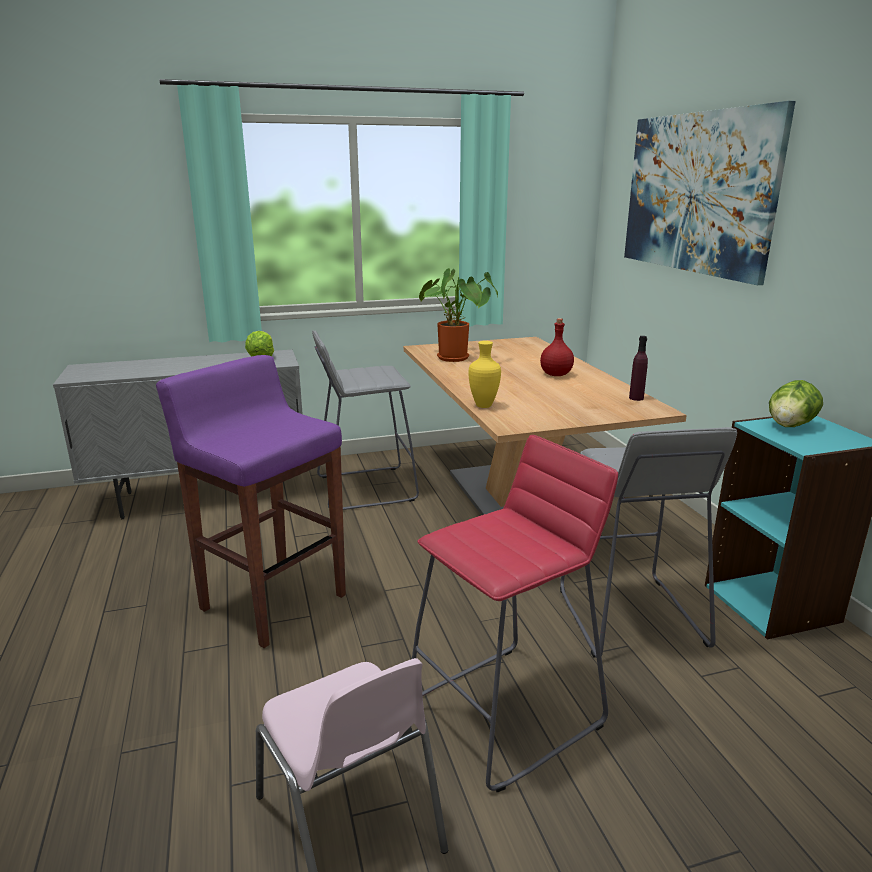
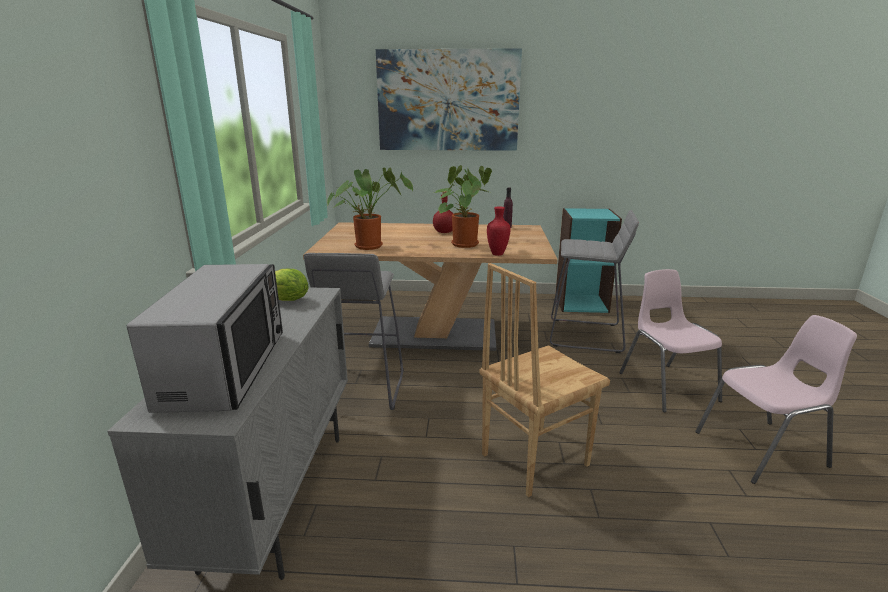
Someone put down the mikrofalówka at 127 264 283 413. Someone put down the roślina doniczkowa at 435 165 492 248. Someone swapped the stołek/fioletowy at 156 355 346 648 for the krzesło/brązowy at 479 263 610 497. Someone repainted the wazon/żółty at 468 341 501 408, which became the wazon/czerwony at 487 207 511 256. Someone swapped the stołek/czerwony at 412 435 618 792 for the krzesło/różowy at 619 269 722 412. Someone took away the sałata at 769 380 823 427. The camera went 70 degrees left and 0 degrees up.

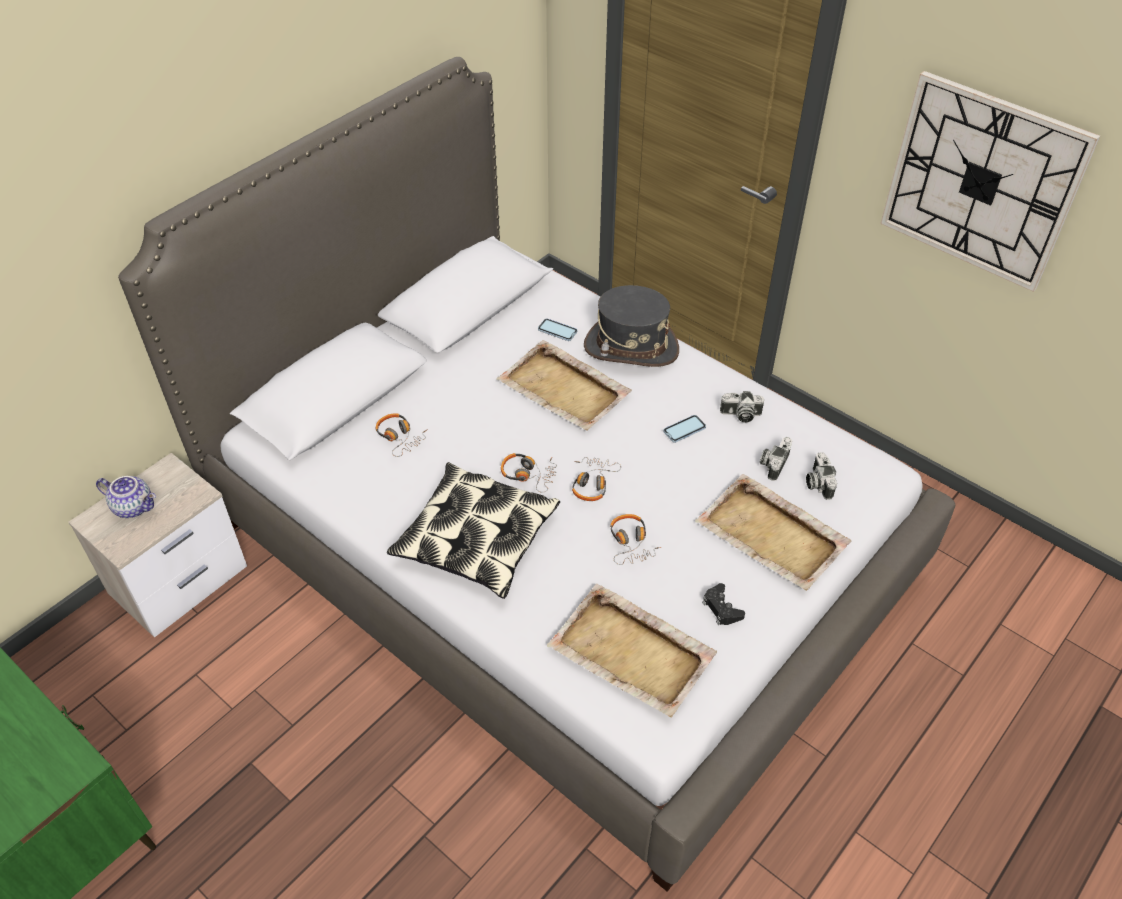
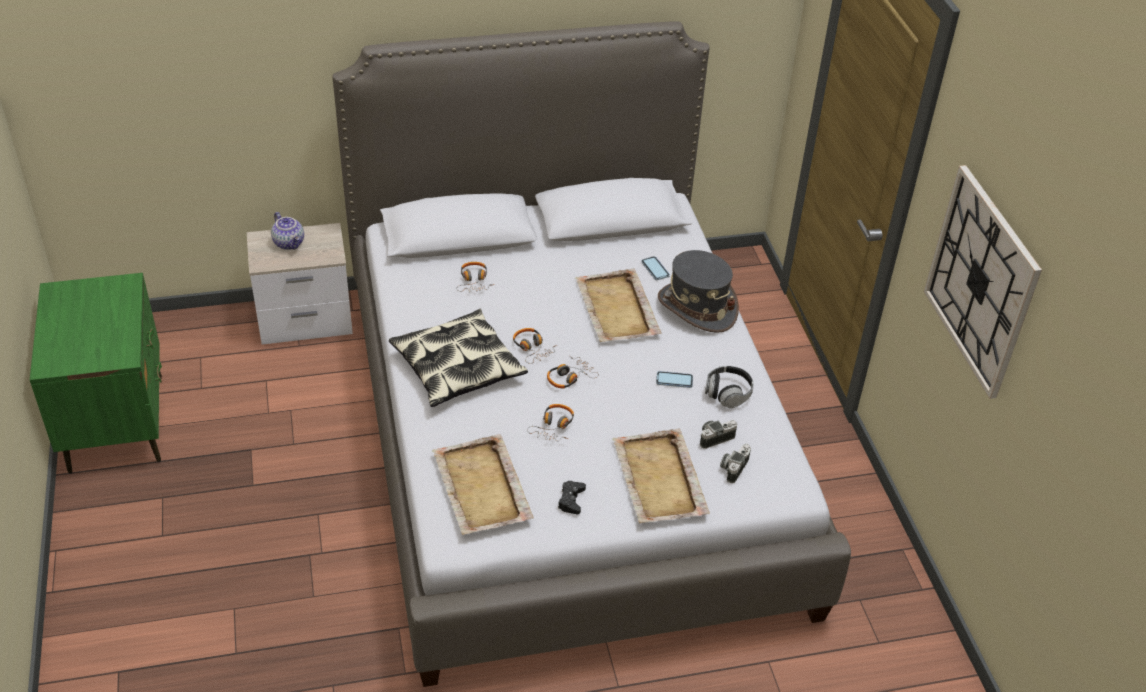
Someone swapped the aparat fotograficzny at 720 391 764 423 for the słuchawki at 705 366 754 408. The camera went 35 degrees right and 5 degrees down.

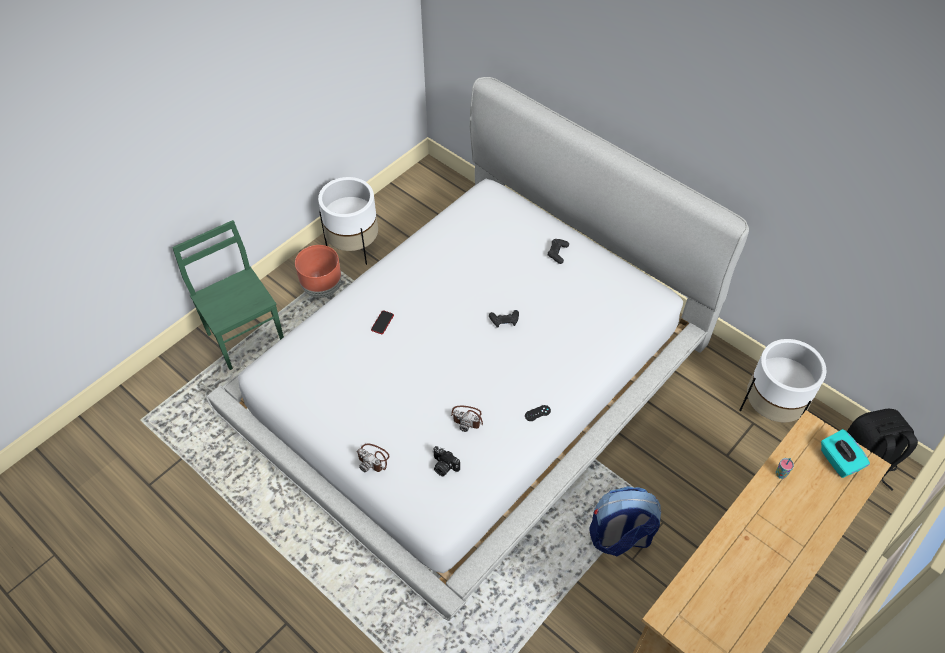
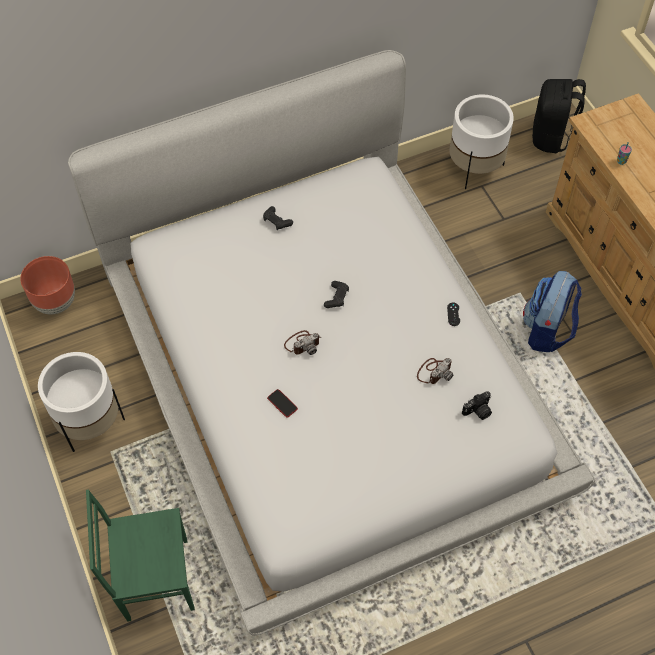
Someone carried the donica/brązowy from 295 245 341 298 to 20 256 75 314. Someone carried the aparat fotograficzny from 356 444 389 472 to 284 330 321 355. Someone took away the pudełko chusteczek/turkusowy at 821 429 870 478. The camera went 65 degrees left and 5 degrees up.

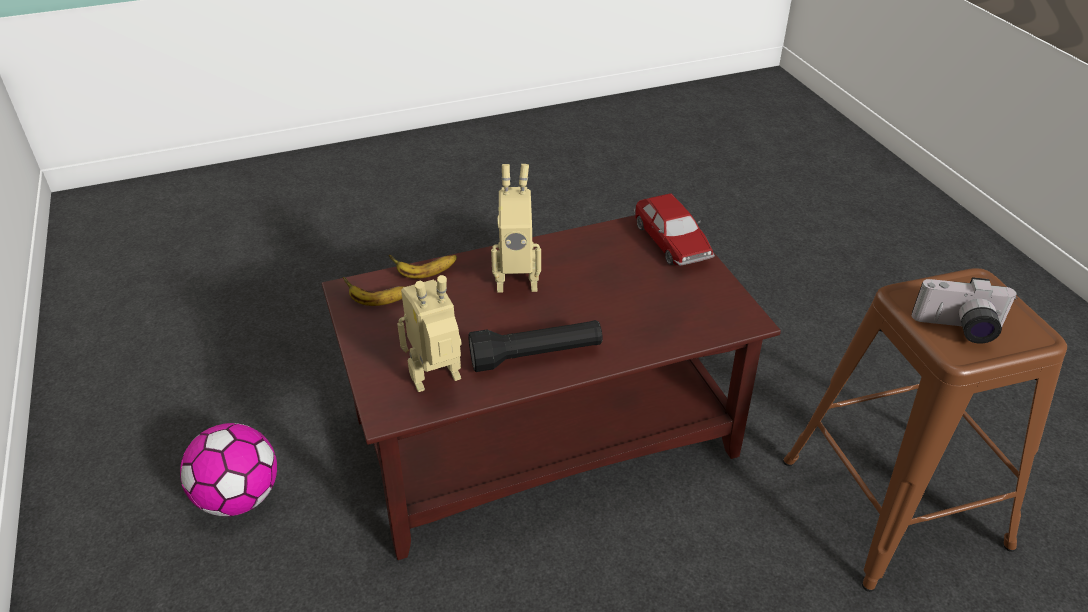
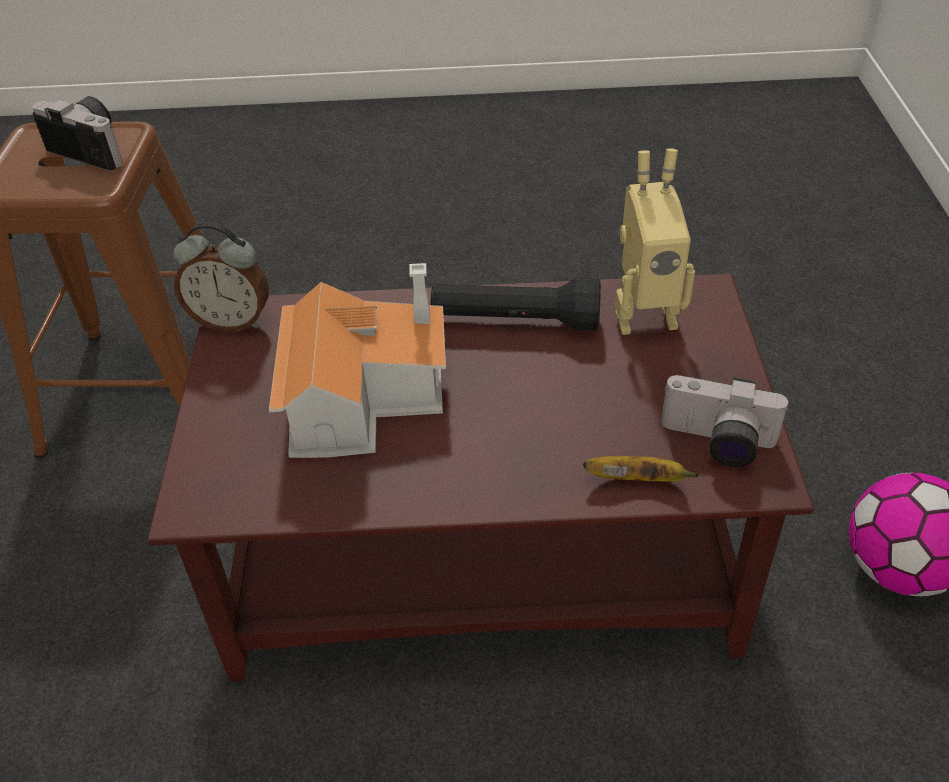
Someone put down the budzik at 173 222 269 332. Someone put down the domek at 269 263 446 458. Someone swapped the banan at 343 277 407 306 for the aparat fotograficzny at 661 375 789 467. Someone took away the robot zabawkowy at 491 164 541 293. Someone took away the samochodzik at 633 193 715 266. The camera went 160 degrees left and 5 degrees up.

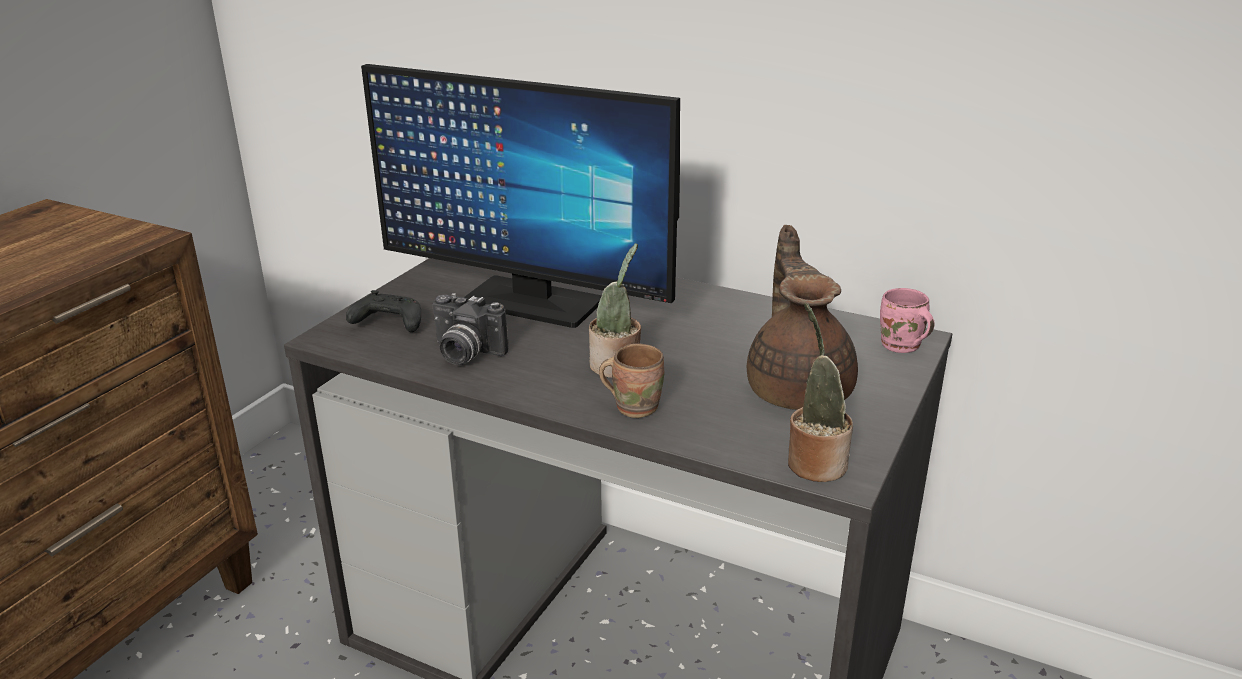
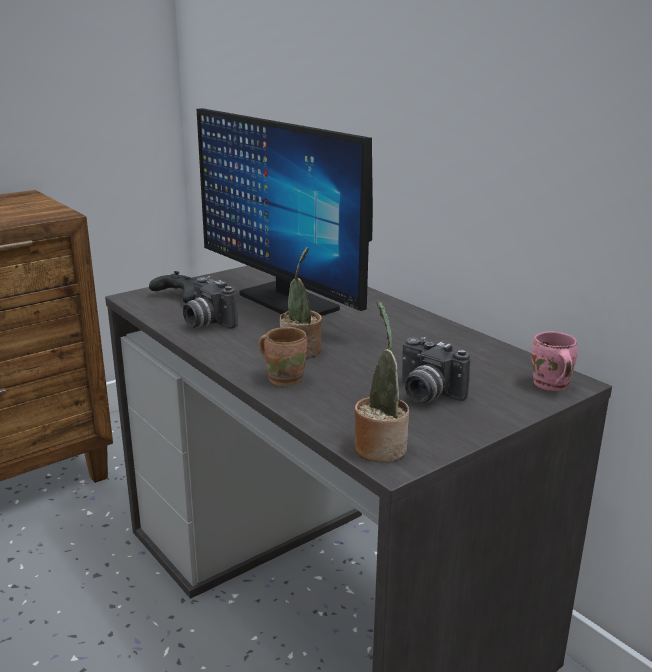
Someone swapped the imbryk/brązowy at 747 225 858 410 for the aparat fotograficzny at 402 337 470 403. The camera went 25 degrees right and 5 degrees down.

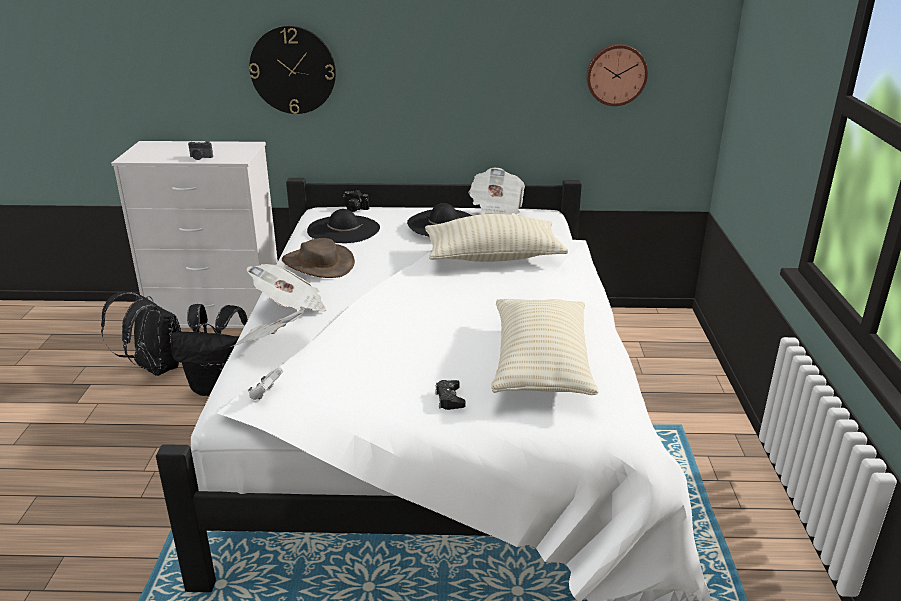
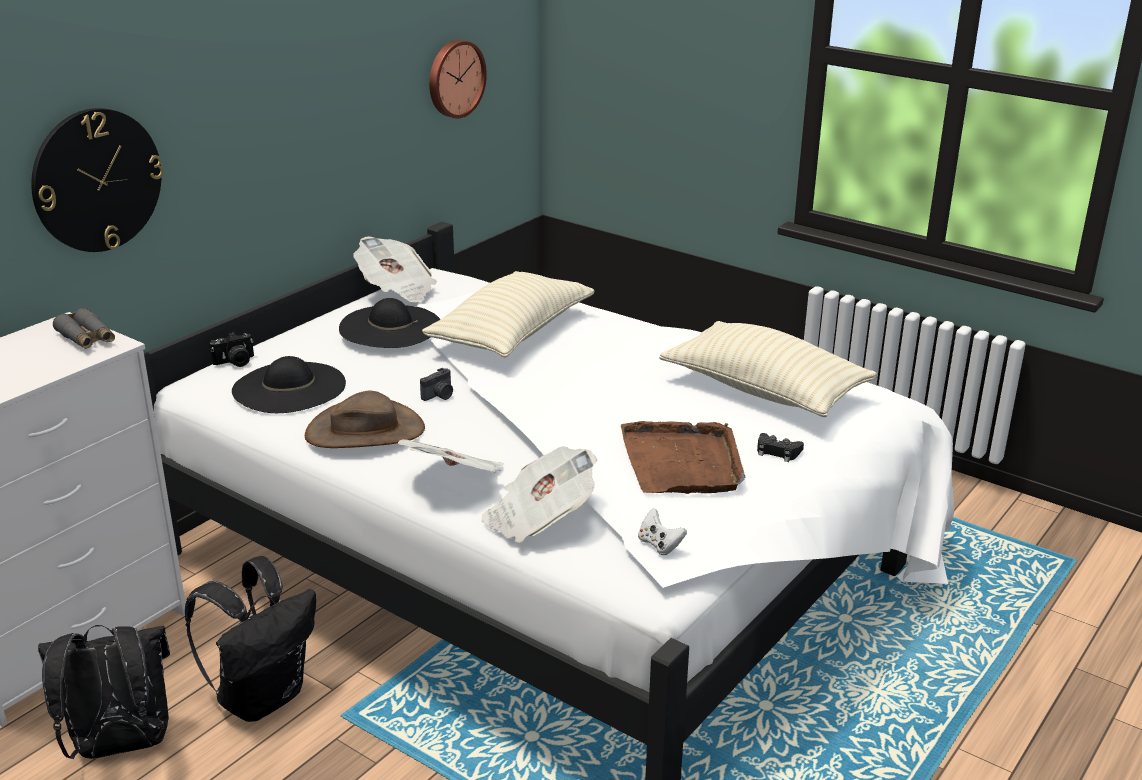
Someone put down the lornetka/szary at 53 308 115 349. Someone carried the aparat fotograficzny from 188 141 213 160 to 420 368 453 401. Someone put down the taca/brązowy at 621 421 745 494. The camera went 55 degrees left and 0 degrees up.

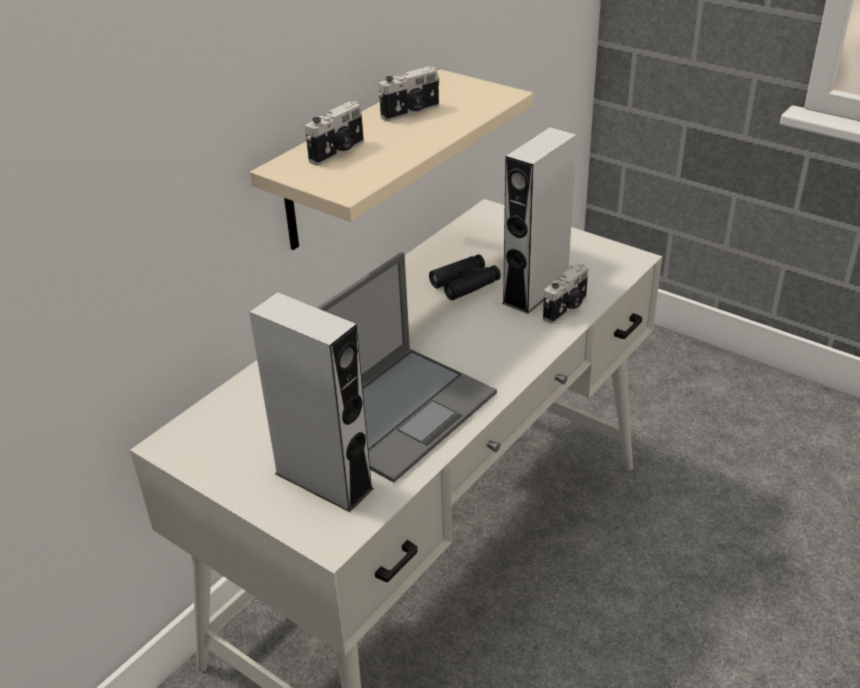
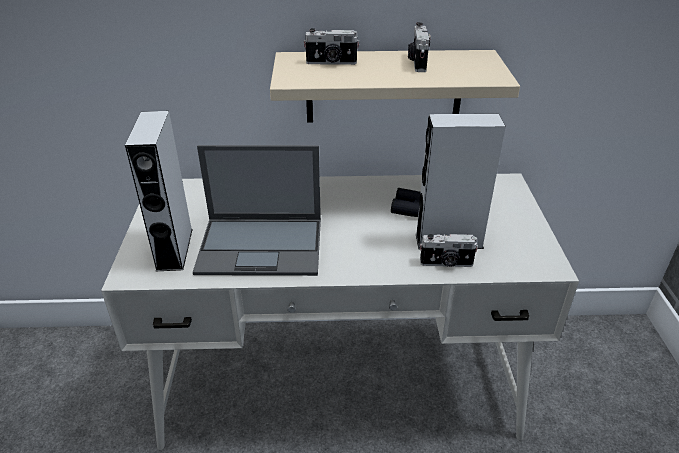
Someone rotated the aparat fotograficzny at 378 66 439 122 by 75 degrees clockwise. The camera went 50 degrees right and 0 degrees up.

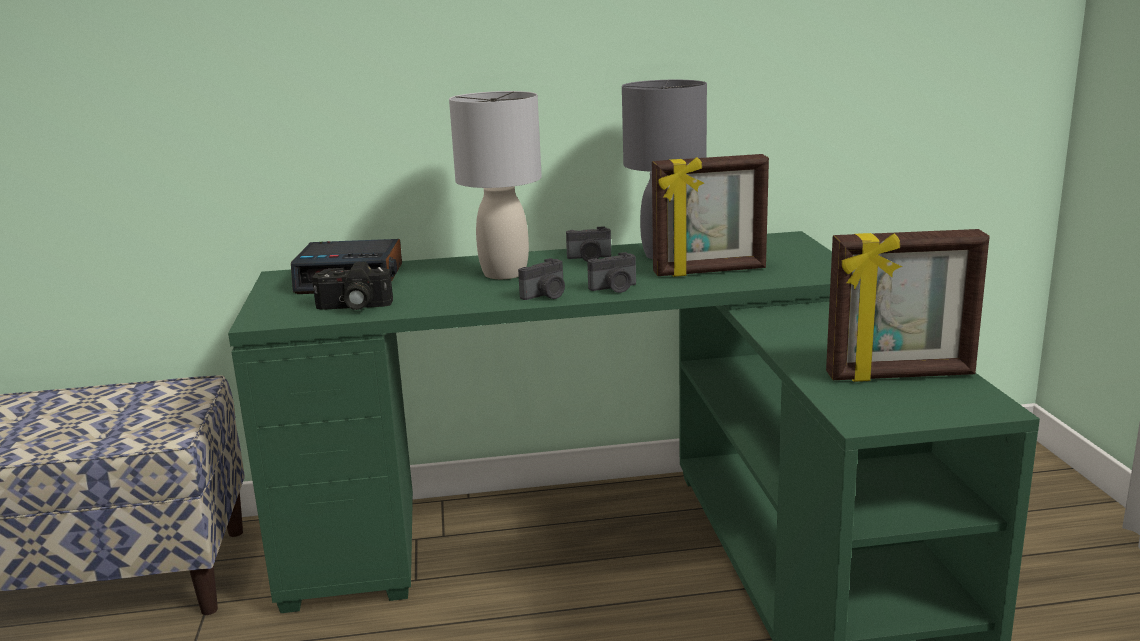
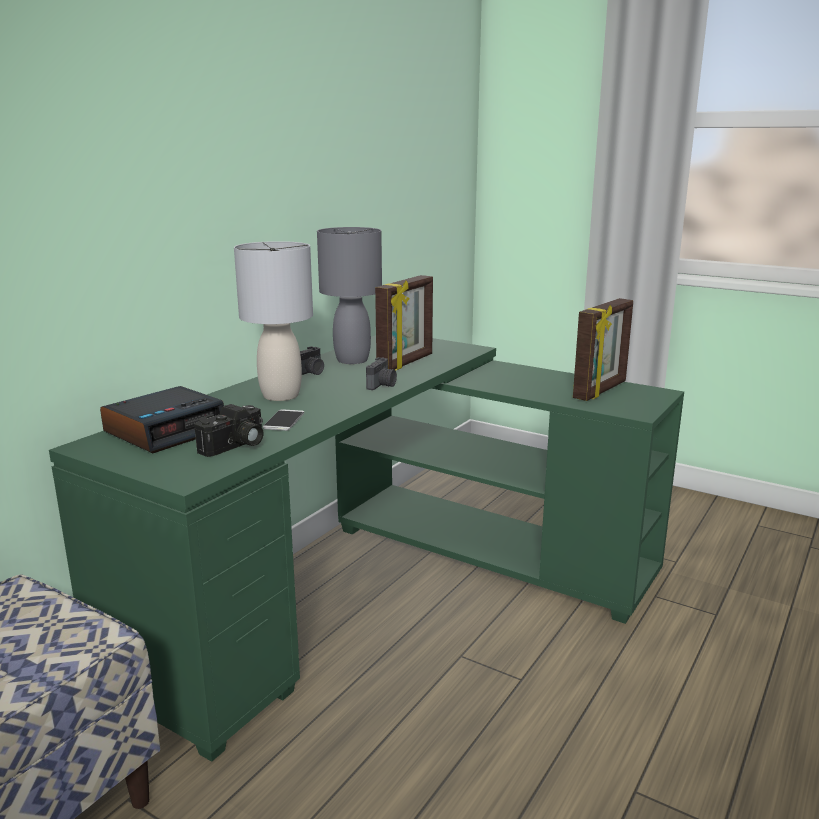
Someone put down the telefon at 263 409 304 431. Someone took away the aparat fotograficzny at 518 258 565 300. The camera went 50 degrees left and 0 degrees up.

